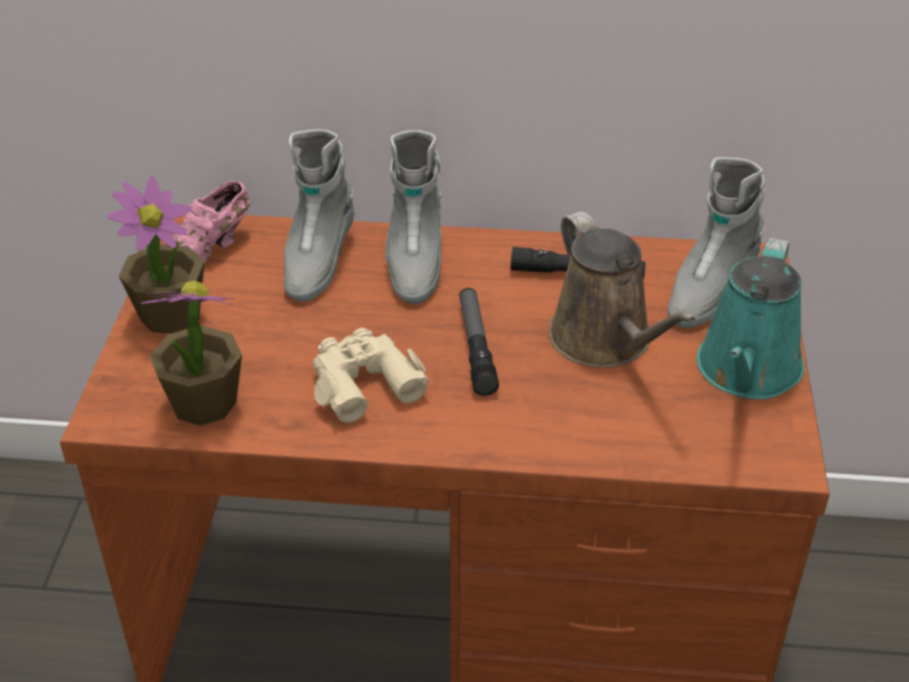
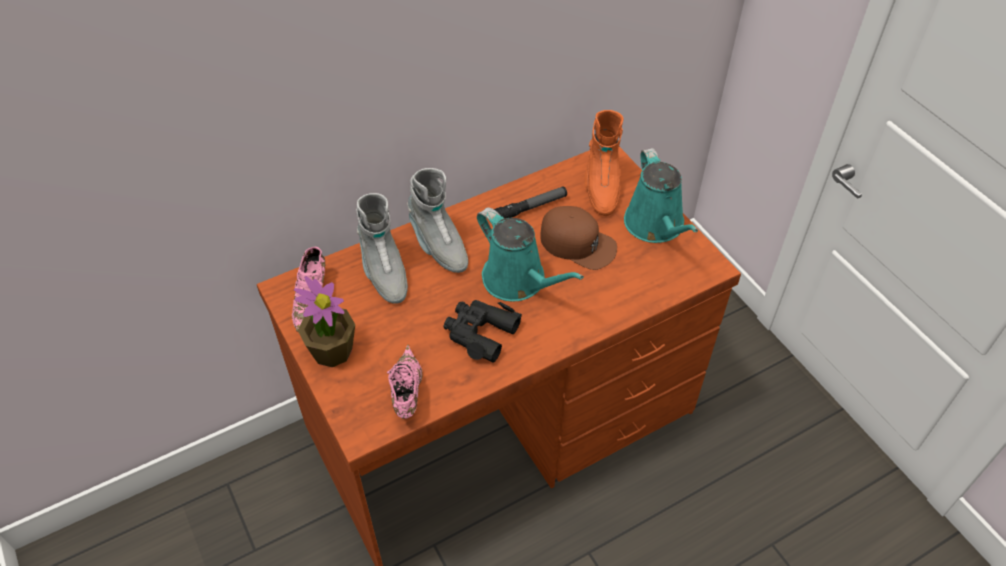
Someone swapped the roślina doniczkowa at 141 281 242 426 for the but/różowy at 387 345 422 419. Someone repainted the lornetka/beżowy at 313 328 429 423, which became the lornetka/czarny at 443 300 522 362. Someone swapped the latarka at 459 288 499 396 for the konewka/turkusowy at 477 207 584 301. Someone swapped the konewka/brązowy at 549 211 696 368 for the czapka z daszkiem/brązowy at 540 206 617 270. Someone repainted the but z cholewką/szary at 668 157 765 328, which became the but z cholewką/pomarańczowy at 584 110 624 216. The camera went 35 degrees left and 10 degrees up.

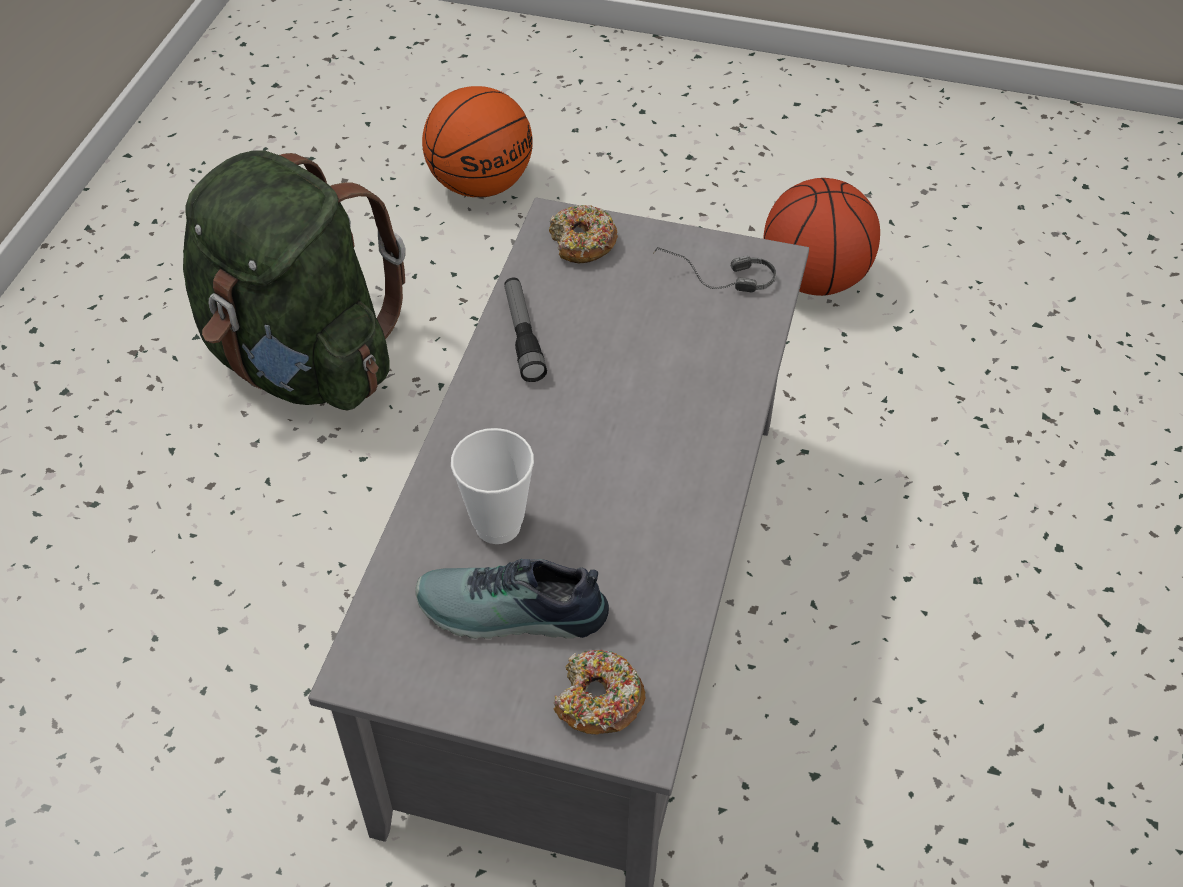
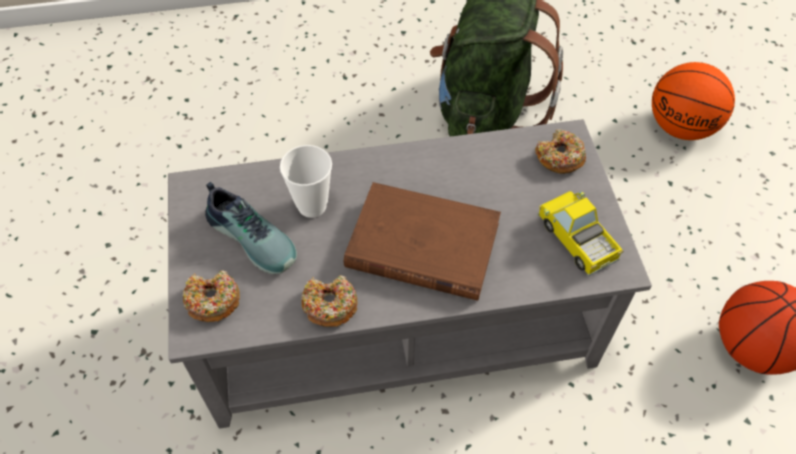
Someone rotated the but at 415 559 609 639 by 150 degrees clockwise. Someone put down the donut at 301 276 358 327. Someone put down the książka/brązowy at 344 182 501 301. Someone swapped the słuchawki at 653 247 776 292 for the ciężarówka zabawkowa at 537 191 623 277. Someone took away the latarka at 504 278 547 382. The camera went 65 degrees right and 5 degrees up.

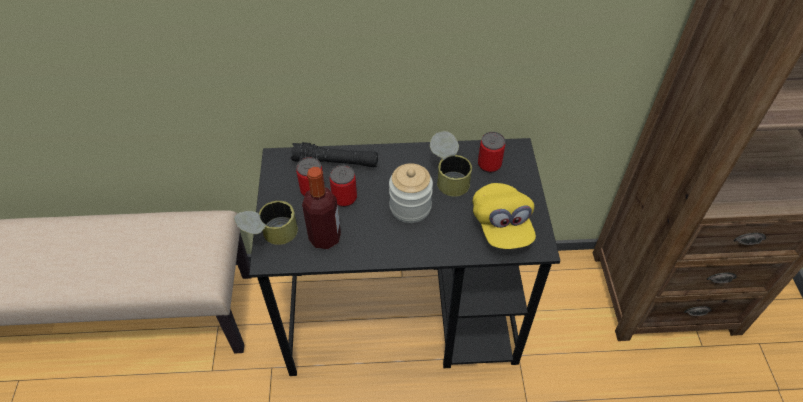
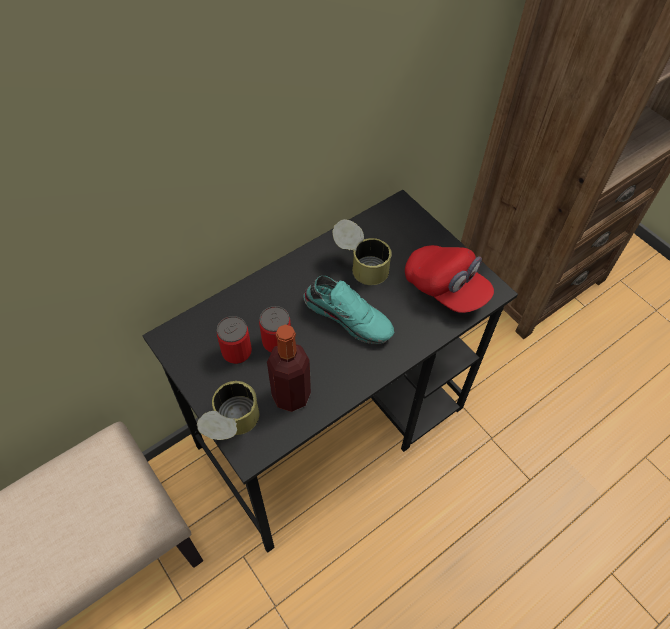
Someone swapped the słoik at 389 163 433 223 for the but/turkusowy at 303 276 394 344. Someone repainted the czapka z daszkiem/żółty at 473 183 536 249, which became the czapka z daszkiem/czerwony at 405 245 494 313. Someone took away the latarka/czarny at 290 142 378 167. Someone took away the puszka at 478 132 505 173. The camera went 35 degrees left and 5 degrees up.

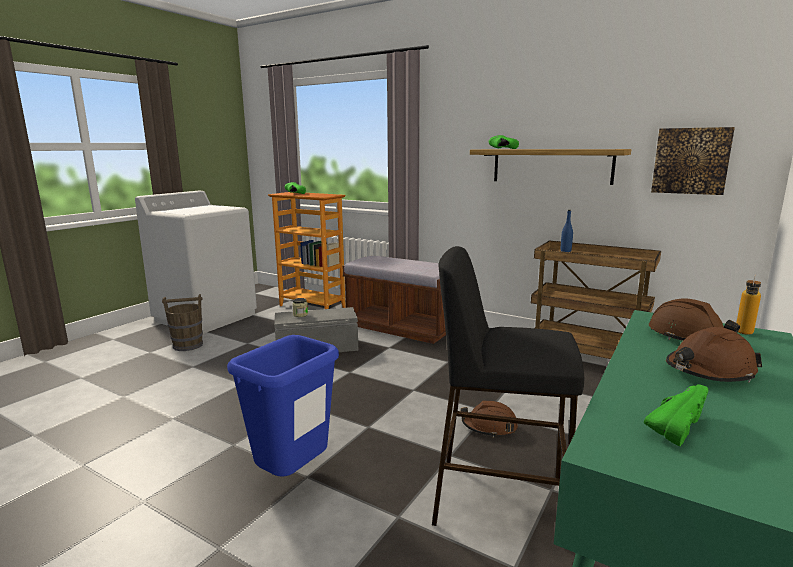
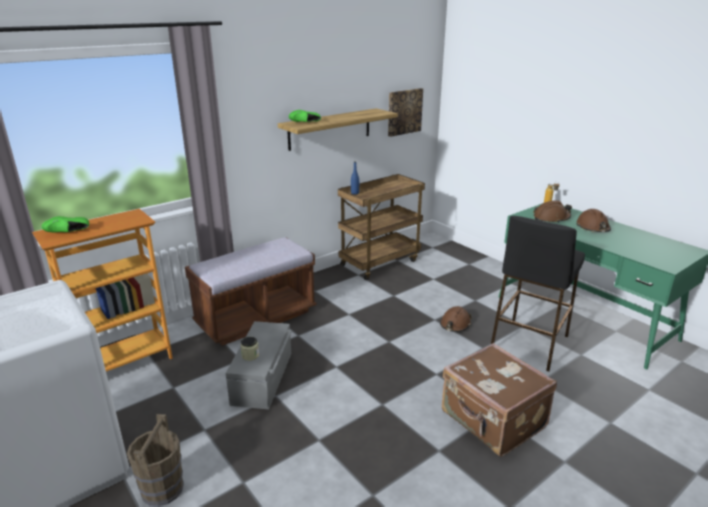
Someone swapped the kosz na śmieci/niebieski at 227 335 339 477 for the walizka/brązowy at 442 343 557 457. Someone took away the but/zielony at 644 384 708 446. The camera went 70 degrees left and 10 degrees up.

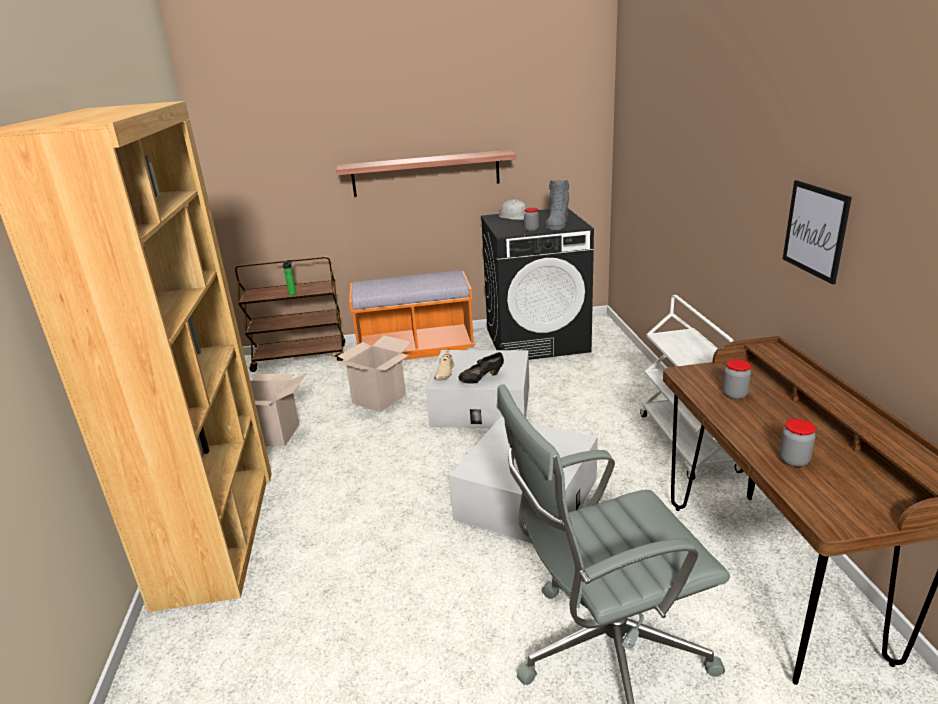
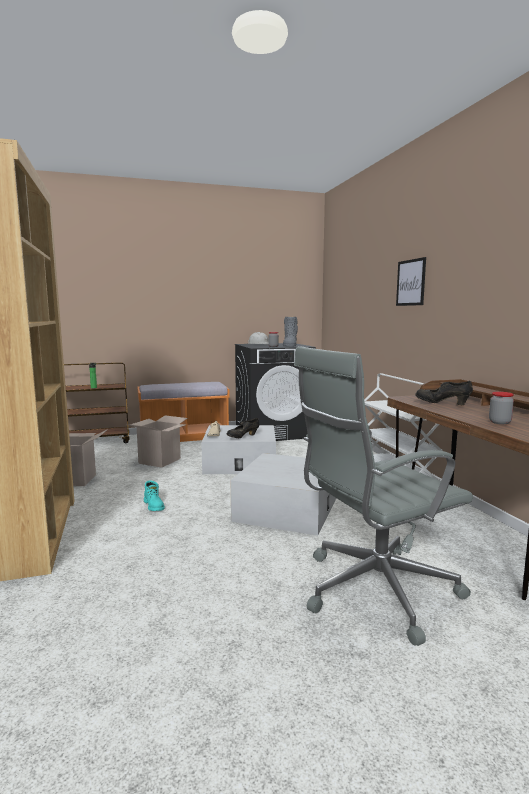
Someone put down the but z cholewką/turkusowy at 144 481 165 511. Someone carried the obraz from 783 180 852 284 to 396 257 426 306. Someone swapped the słoik at 723 359 751 399 for the but/czarny at 415 381 473 405. Someone took away the półka at 336 150 516 197. The camera went 10 degrees left and 15 degrees down.

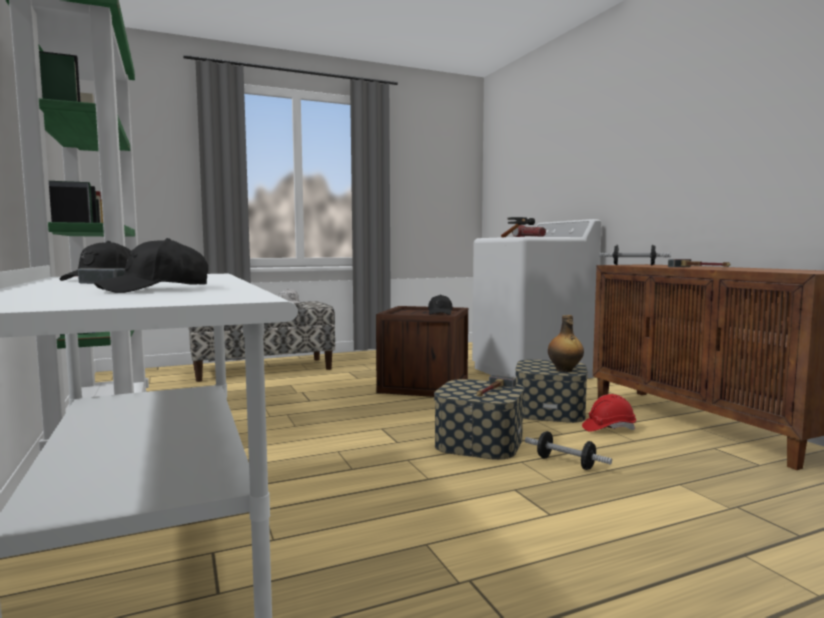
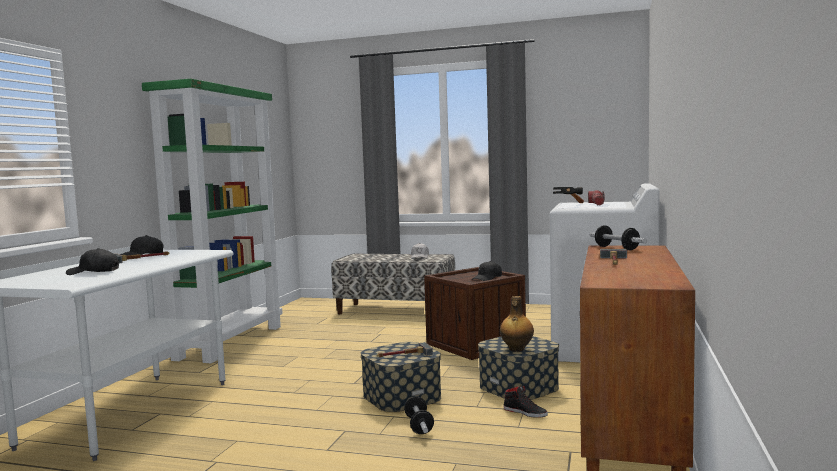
Someone swapped the kask/czerwony at 582 394 636 432 for the but/czarny at 503 385 548 418. The camera went 40 degrees right and 0 degrees up.

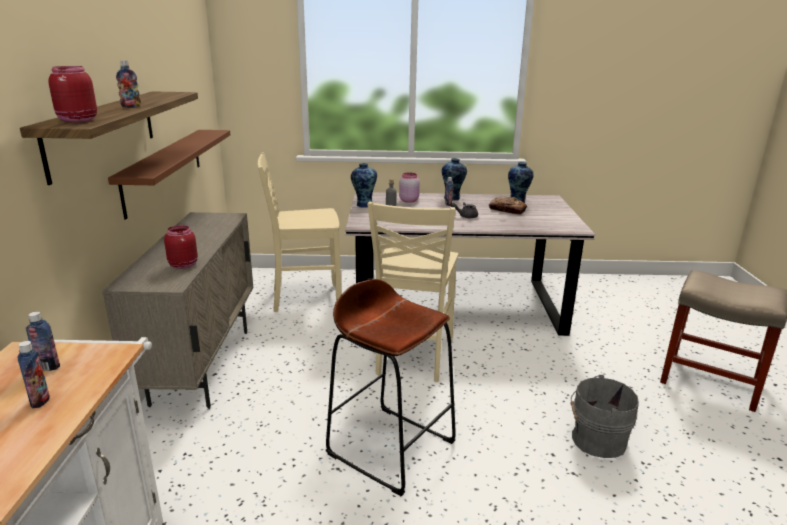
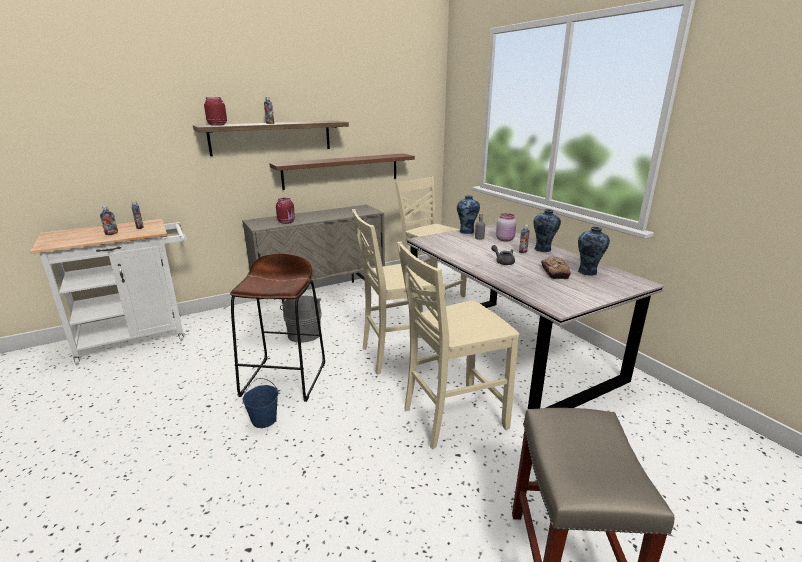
Someone put down the wiadro/niebieski at 243 378 278 428. Someone carried the wiadro/szary from 570 375 639 458 to 280 296 322 343. Someone put down the krzesło/beżowy at 397 241 519 449. The camera went 60 degrees right and 0 degrees up.

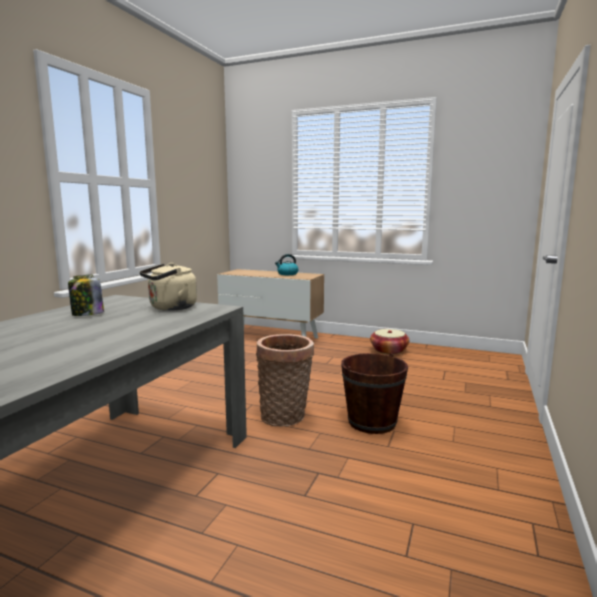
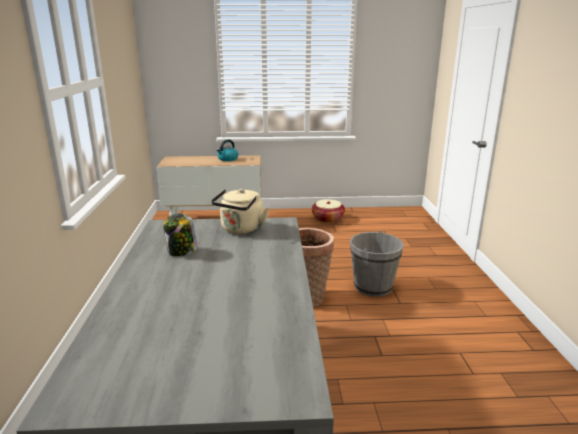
Someone repainted the wiadro/brązowy at 341 353 408 434, which became the wiadro/szary at 350 230 404 297. The camera went 25 degrees left and 10 degrees up.

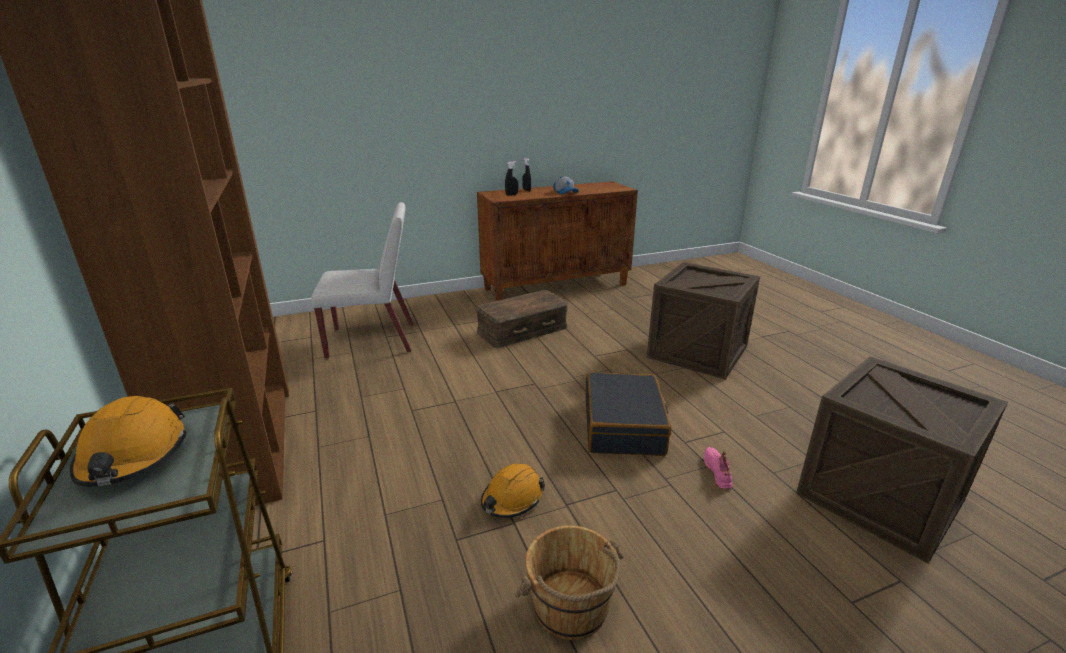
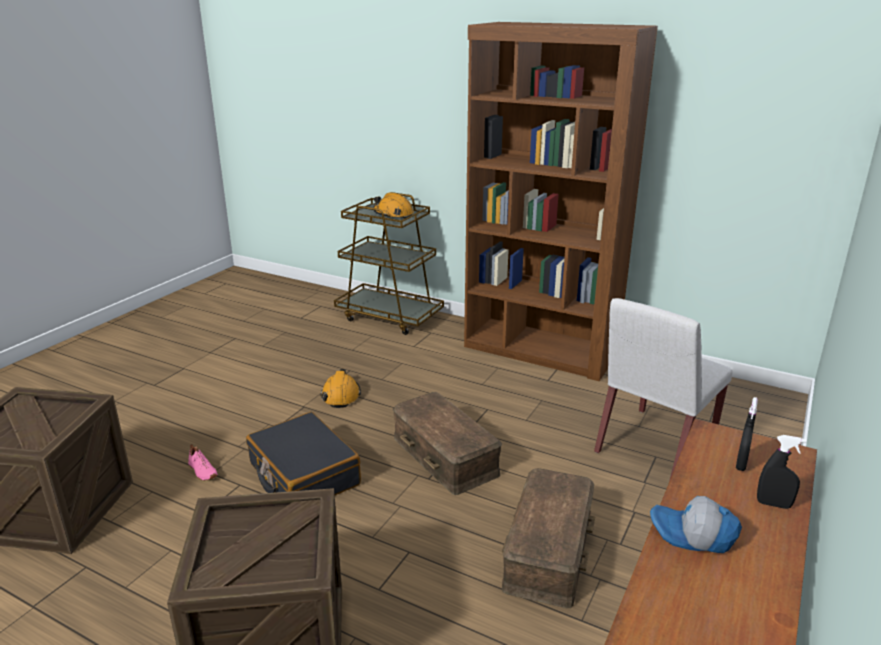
Someone put down the pojemnik do przechowywania/brązowy at 393 392 502 495. Someone took away the wiadro/brązowy at 515 525 624 640. The camera went 140 degrees right and 0 degrees up.

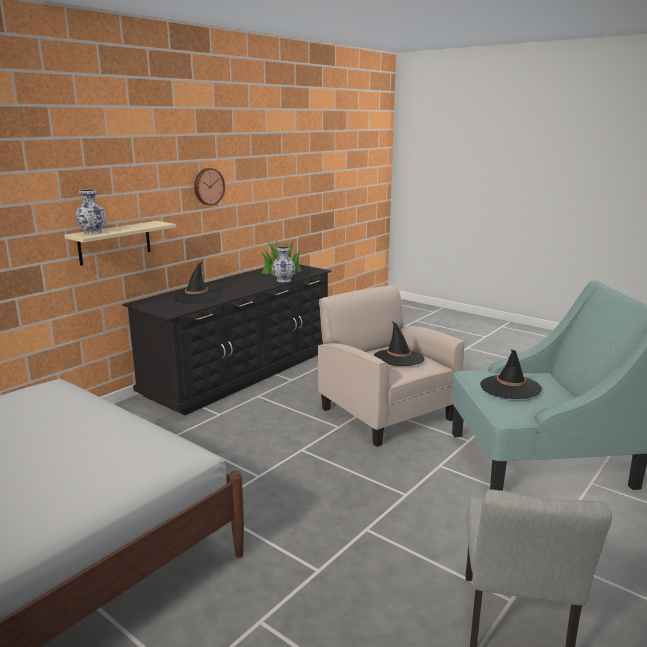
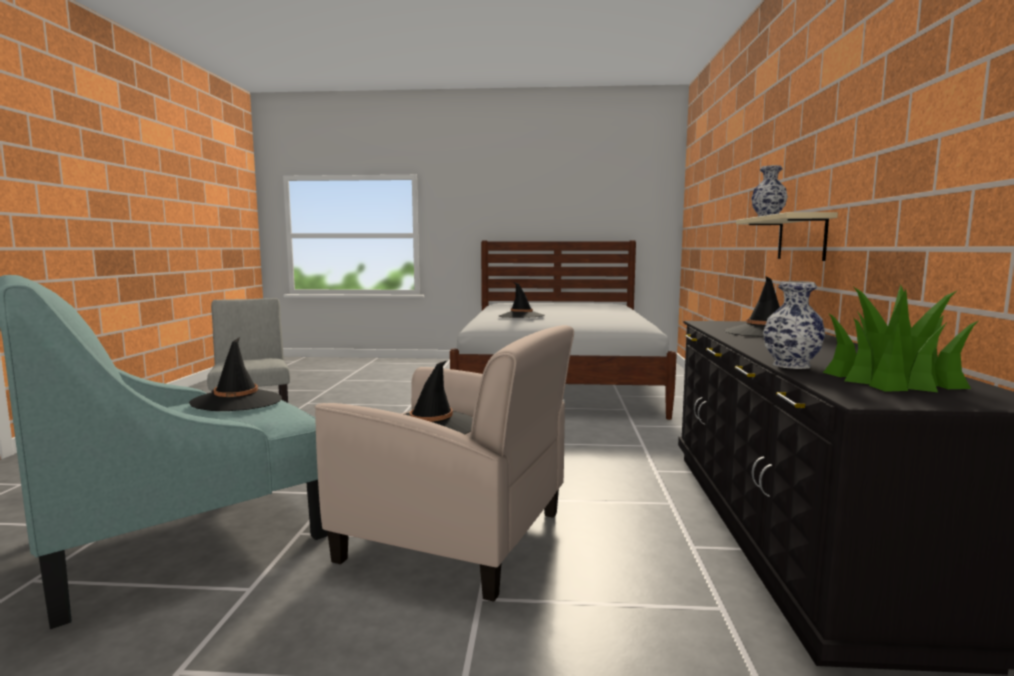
Someone put down the kapelusz/czarny at 499 282 545 318. Someone took away the zegar ścienny at 194 168 225 206. The camera went 145 degrees right and 10 degrees down.

